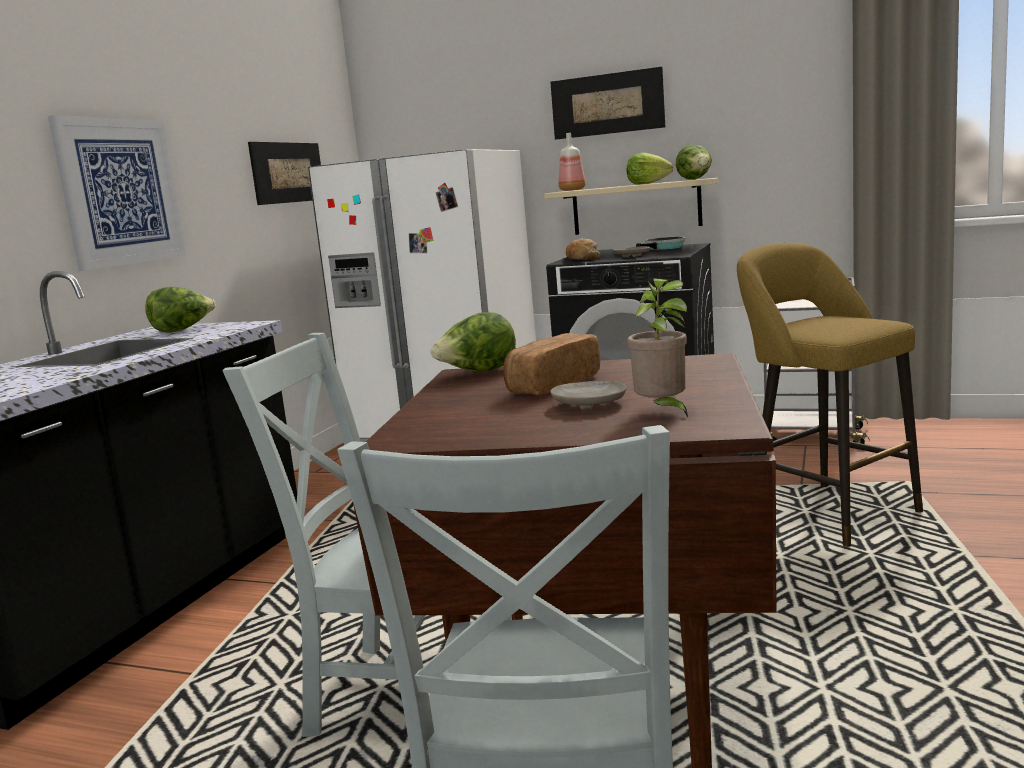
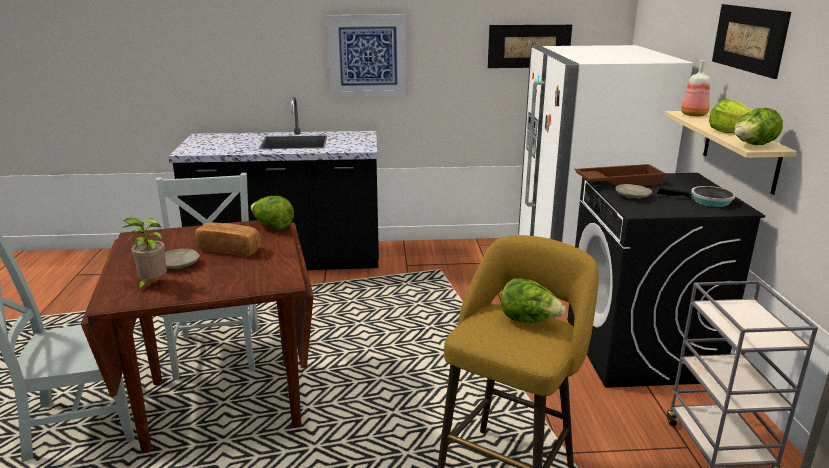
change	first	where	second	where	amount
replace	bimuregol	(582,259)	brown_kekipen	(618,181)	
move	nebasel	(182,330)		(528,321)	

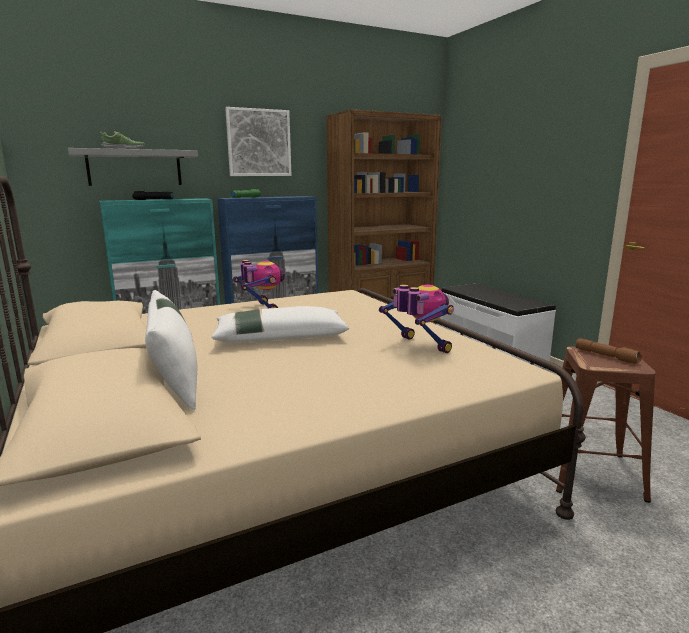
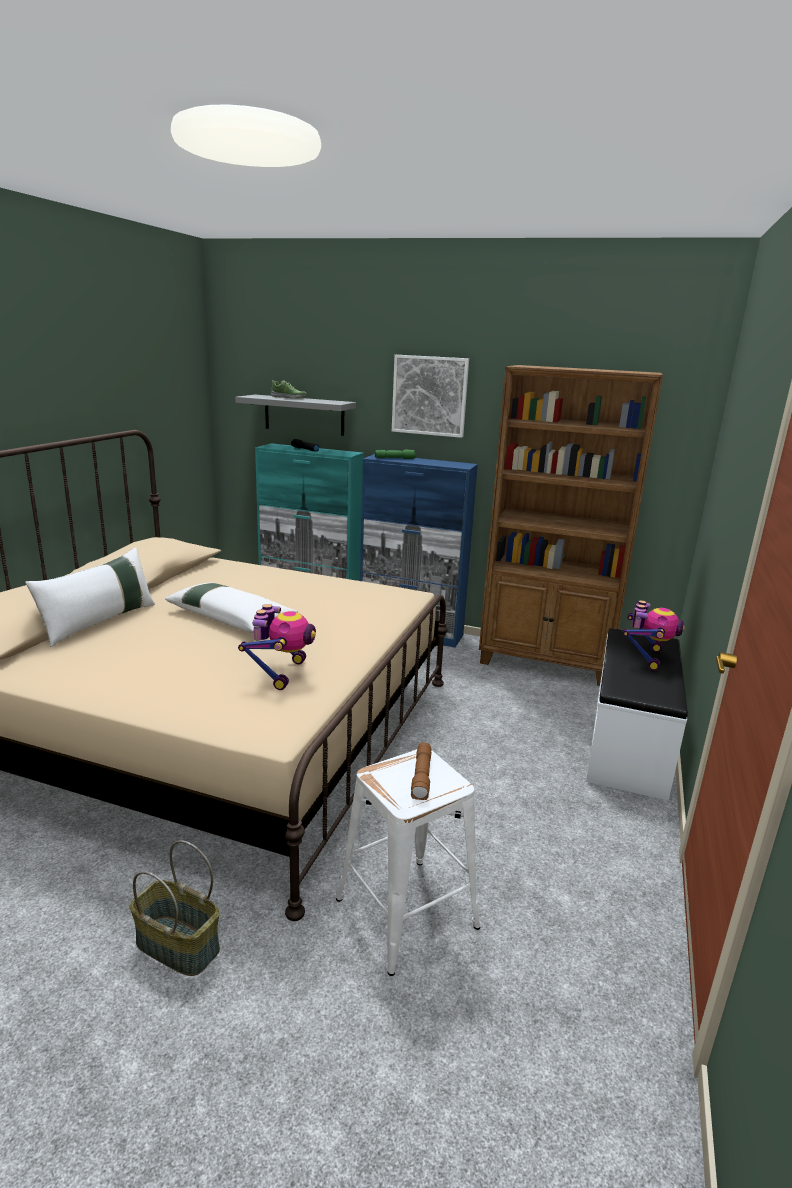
change	first	where	second	where	amount
move	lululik	(261,309)		(646,657)	
recolor	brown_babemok	(592,472)	white_babemok	(407,913)	
insert			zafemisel	(176,946)	

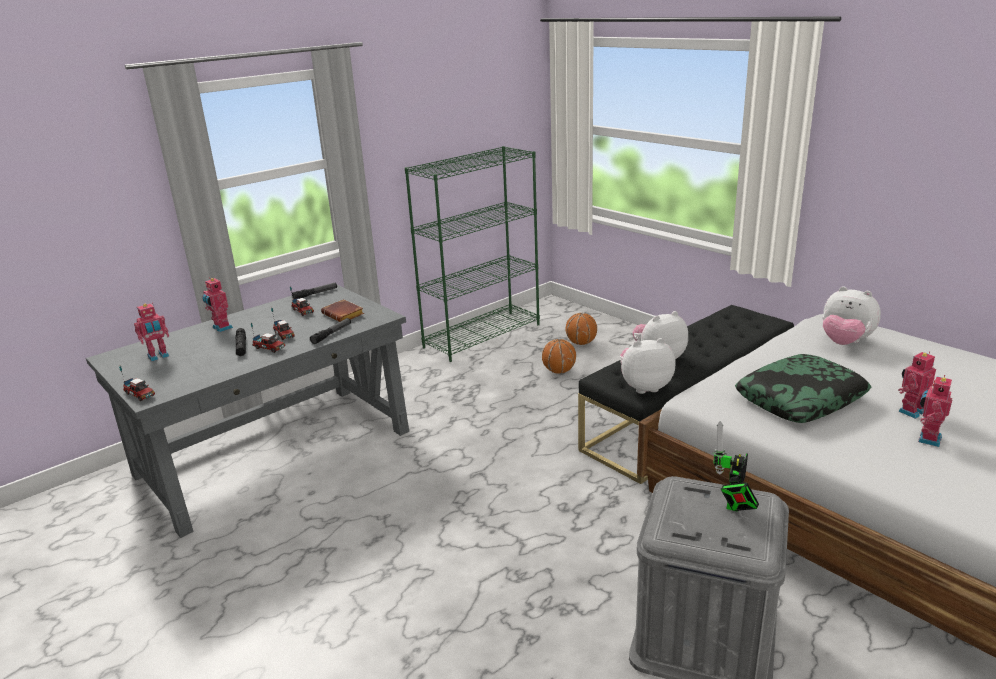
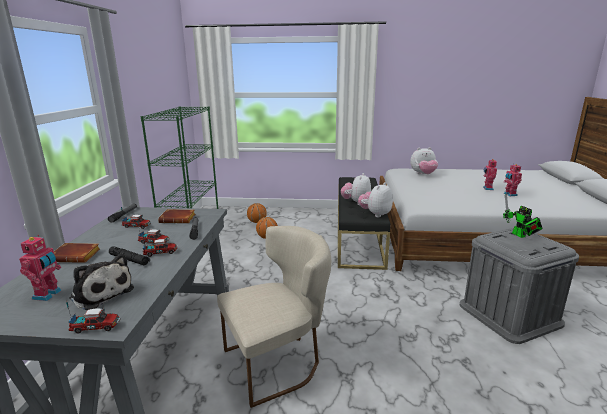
change	first	where	second	where	amount
replace	lululik	(221,328)	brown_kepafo	(77,256)	
delete	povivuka	(800,399)			
insert			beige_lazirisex	(278,361)	
insert			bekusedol	(101,293)	

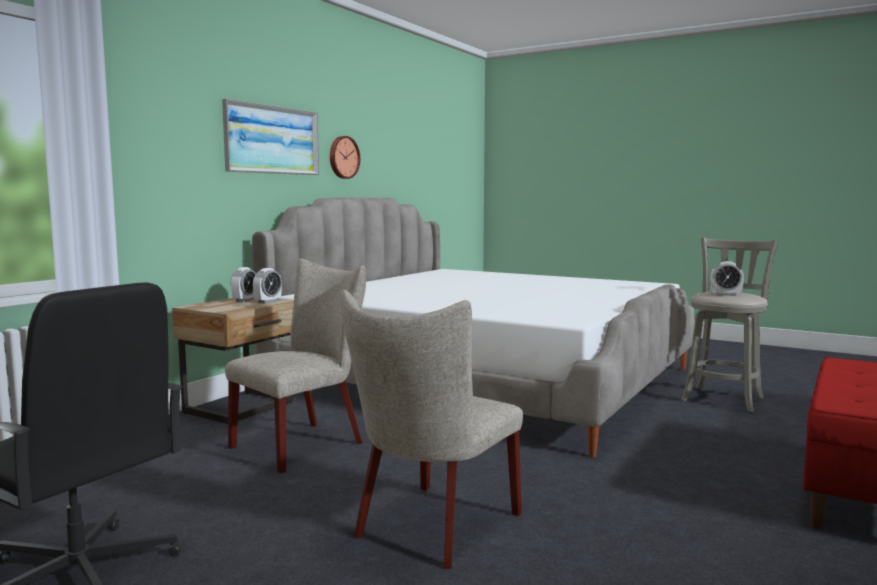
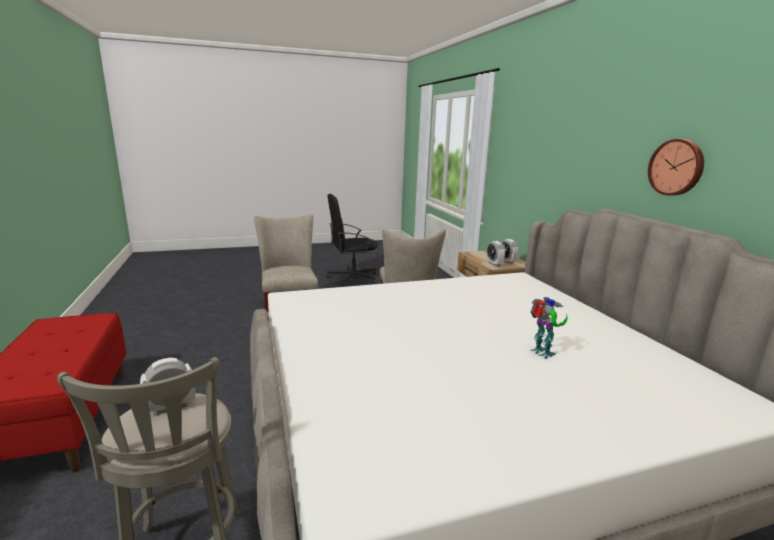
change	first	where	second	where	amount
delete	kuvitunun	(272,140)			
insert			lululik	(542,353)	

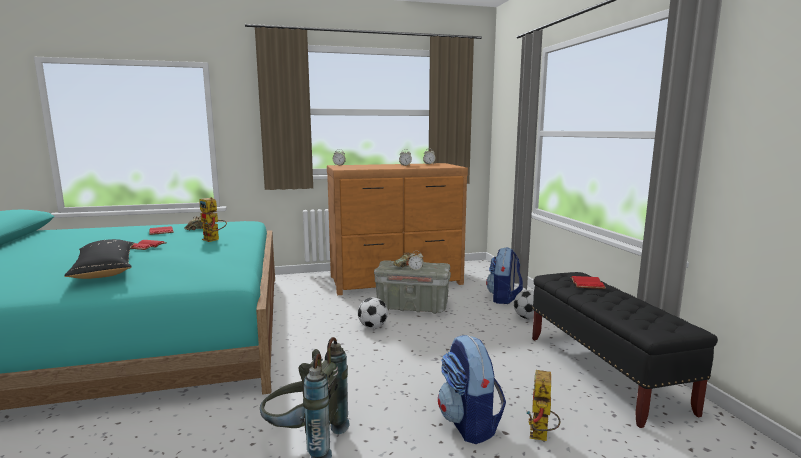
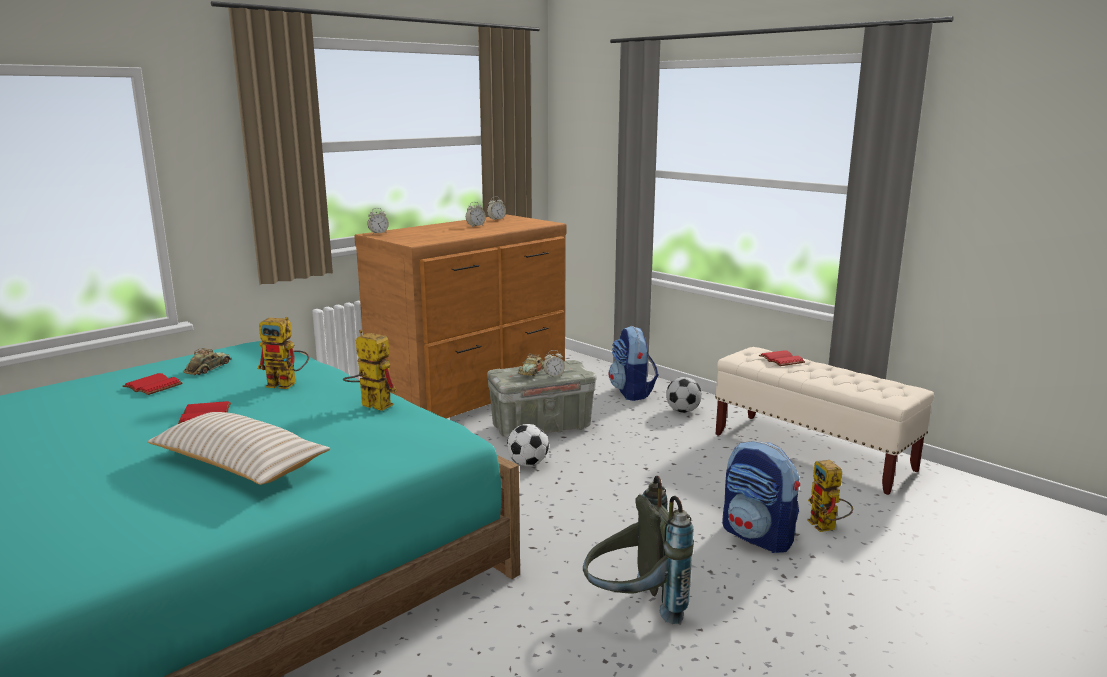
change	first	where	second	where	amount
recolor	black_povivuka	(105,269)	beige_povivuka	(239,464)	
recolor	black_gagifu	(604,372)	beige_gagifu	(812,452)	
insert			lululik	(370,405)	

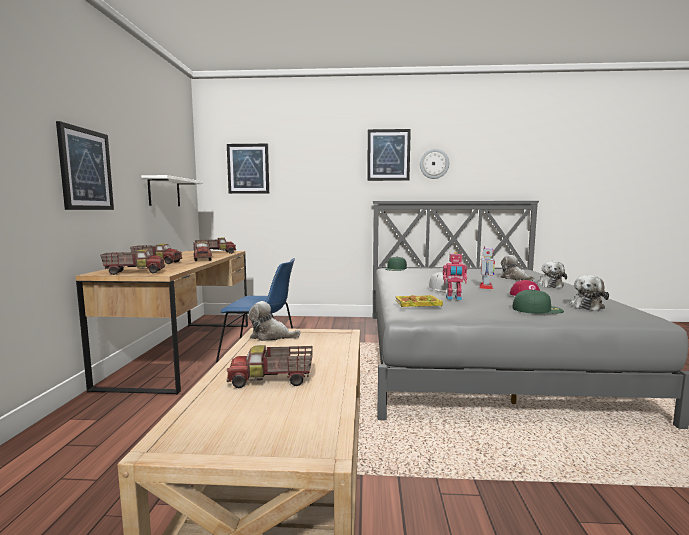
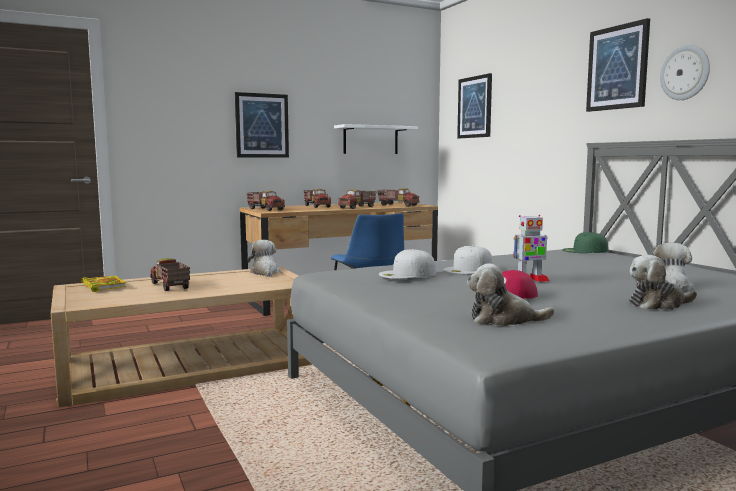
change	first	where	second	where	amount
replace	lululik	(454,298)	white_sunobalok	(407,274)	
delete	green_sunobalok	(537,309)			
move	kepafo	(416,304)		(103,286)	

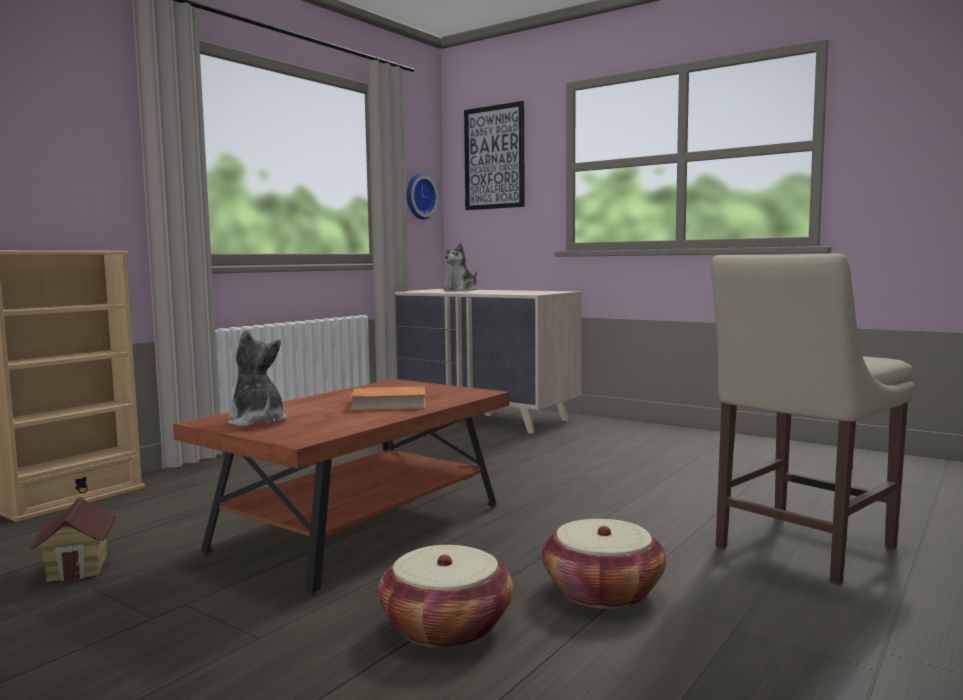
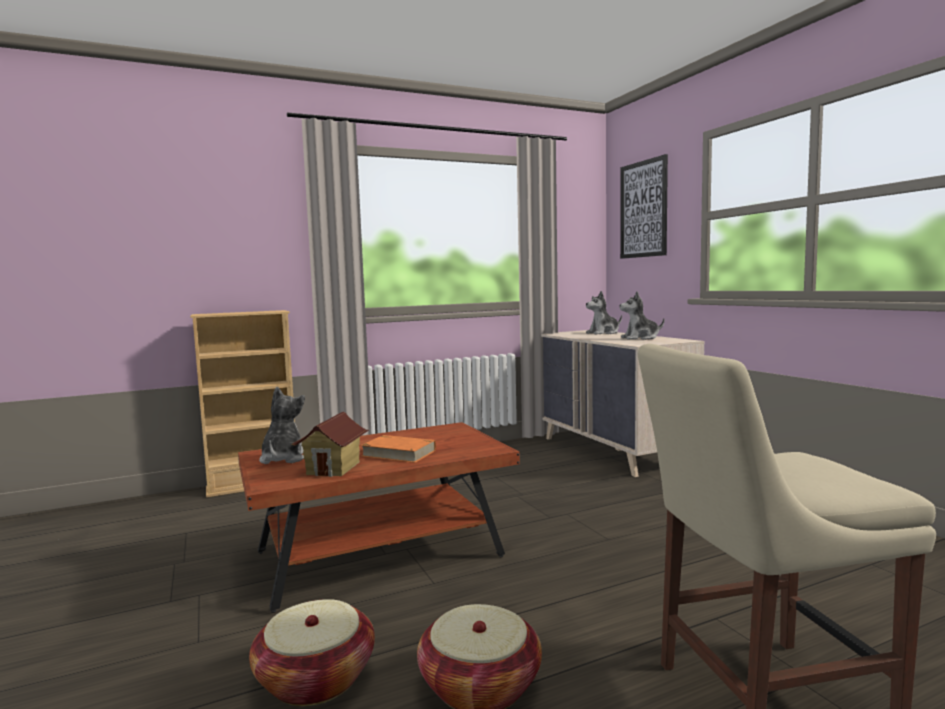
change	first	where	second	where	amount
delete	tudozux	(418,196)			
move	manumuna	(78,568)		(334,468)	
insert			bekusedol	(640,338)	

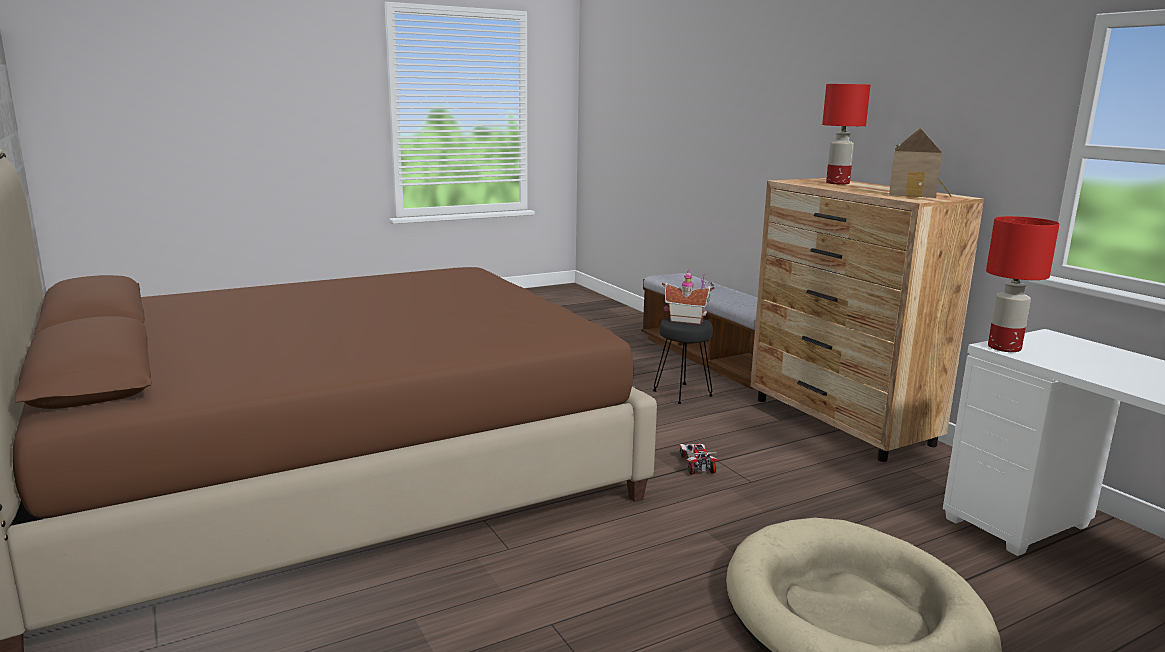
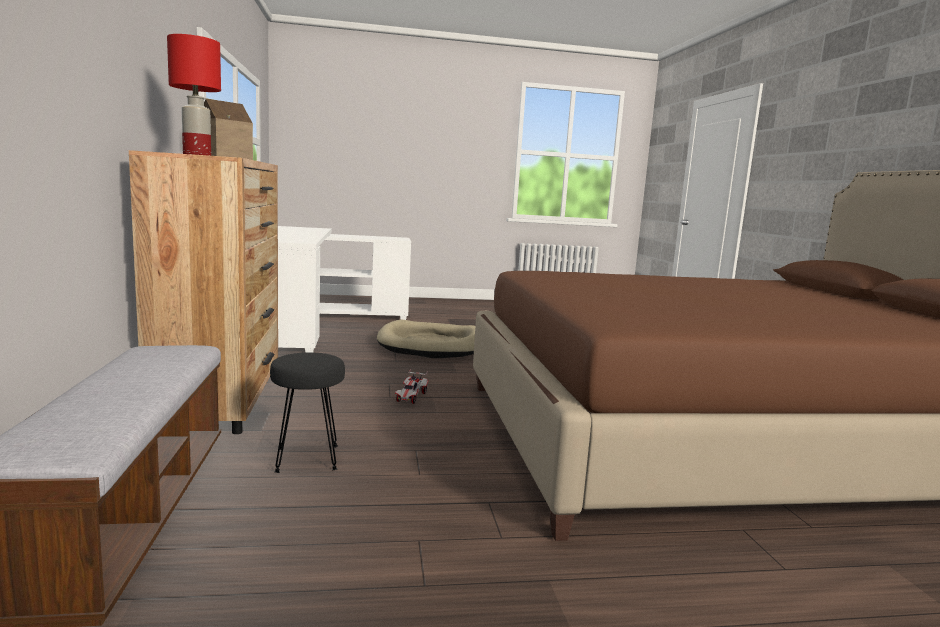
change	first	where	second	where	amount
delete	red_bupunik	(1005,348)			
delete	manumuna	(686,320)			

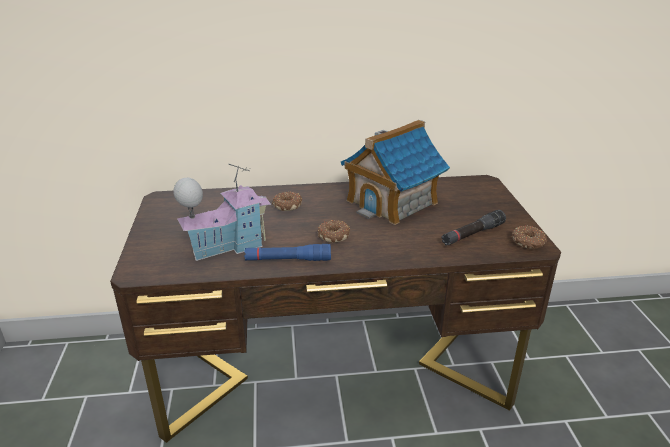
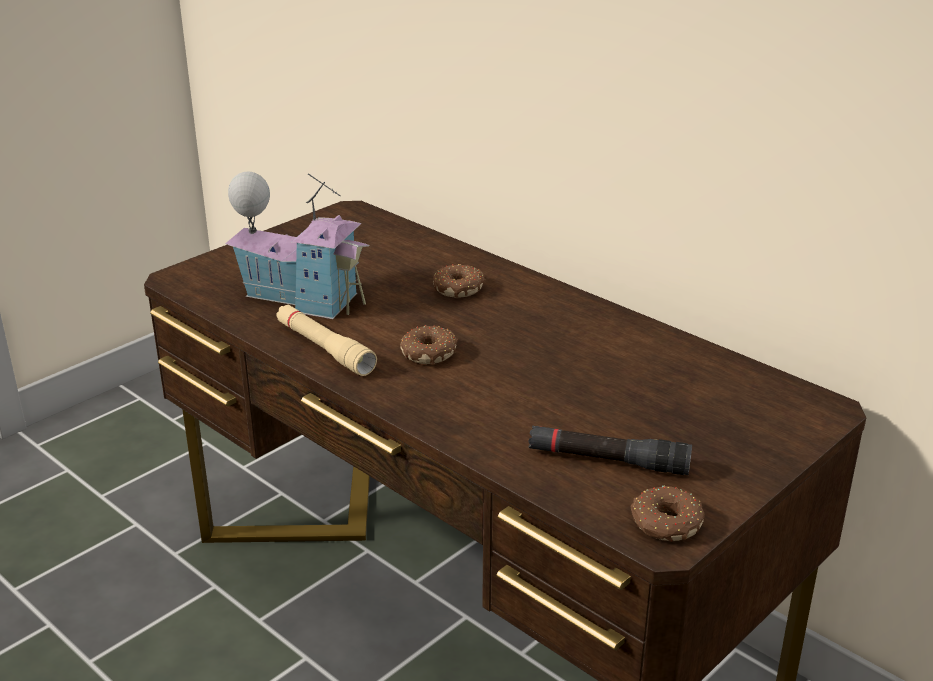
change	first	where	second	where	amount
delete	manumuna	(392,202)			
recolor	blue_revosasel	(288,260)	beige_revosasel	(324,349)	

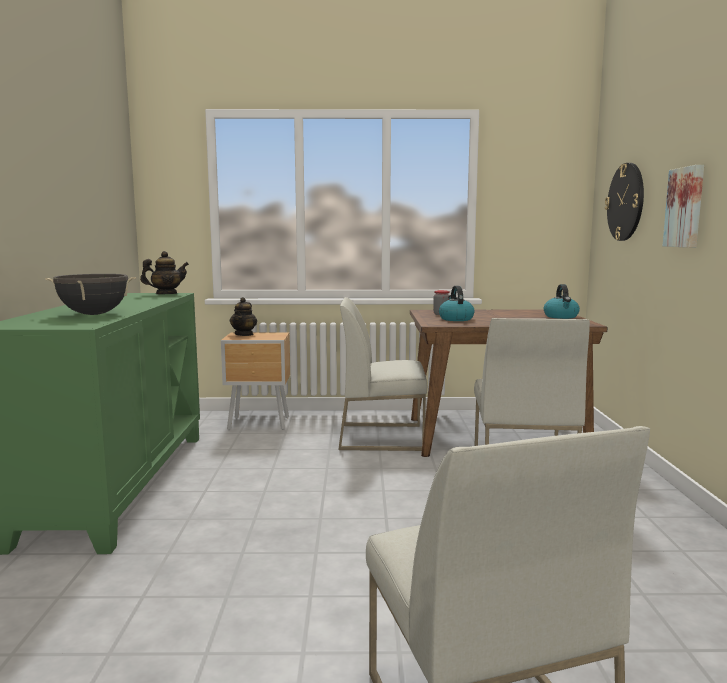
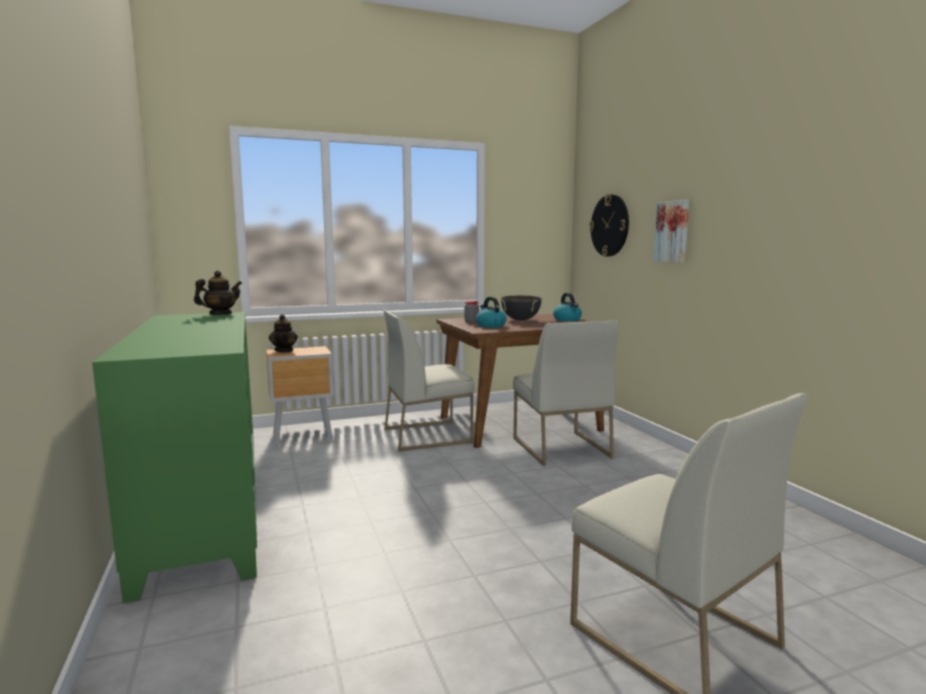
change	first	where	second	where	amount
move	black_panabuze	(93,314)		(520,320)	

